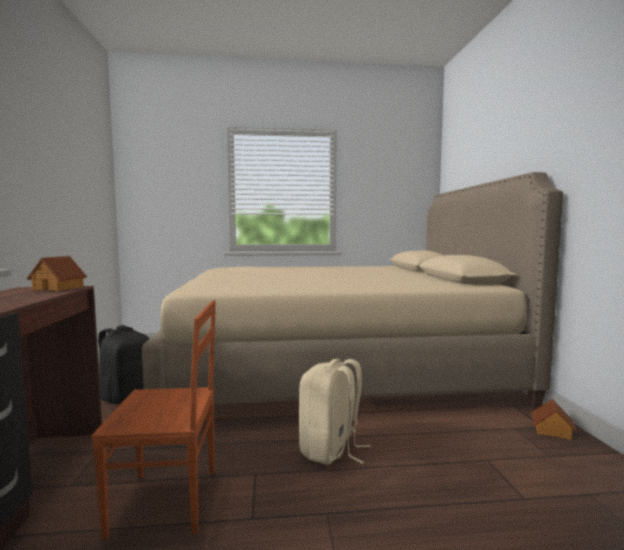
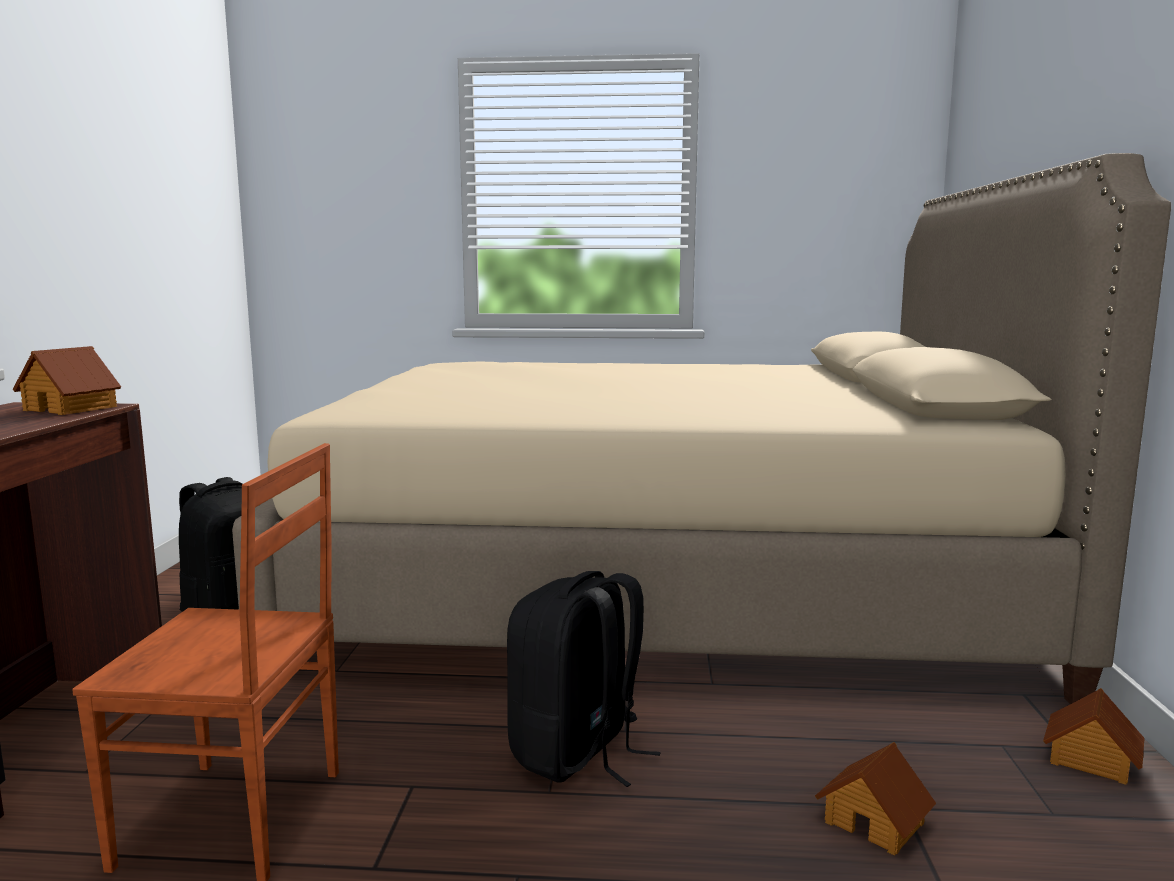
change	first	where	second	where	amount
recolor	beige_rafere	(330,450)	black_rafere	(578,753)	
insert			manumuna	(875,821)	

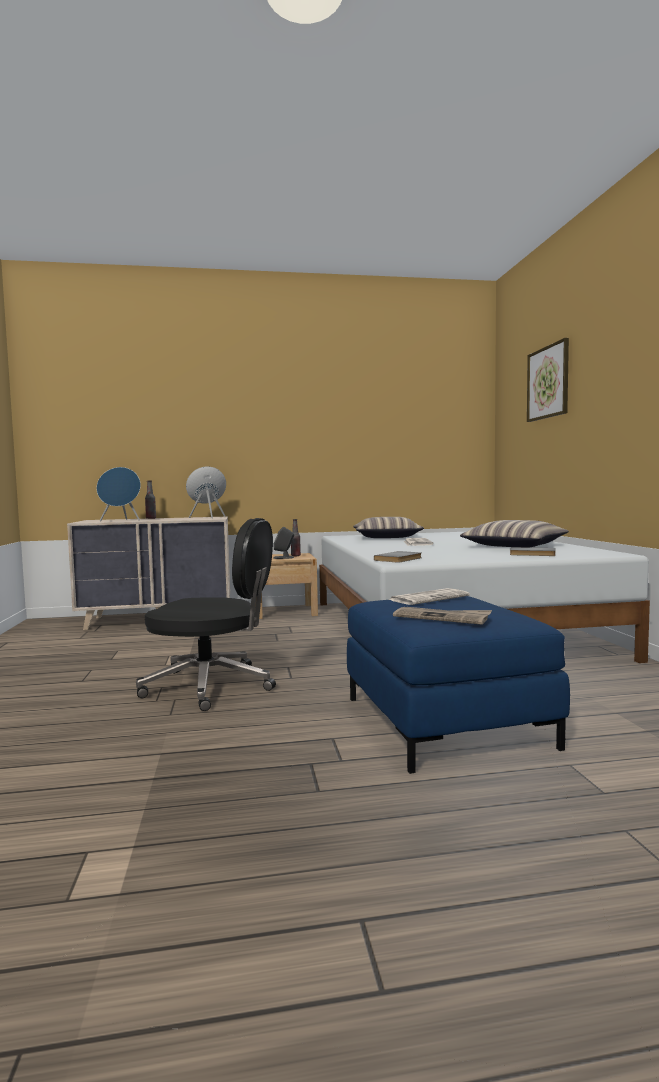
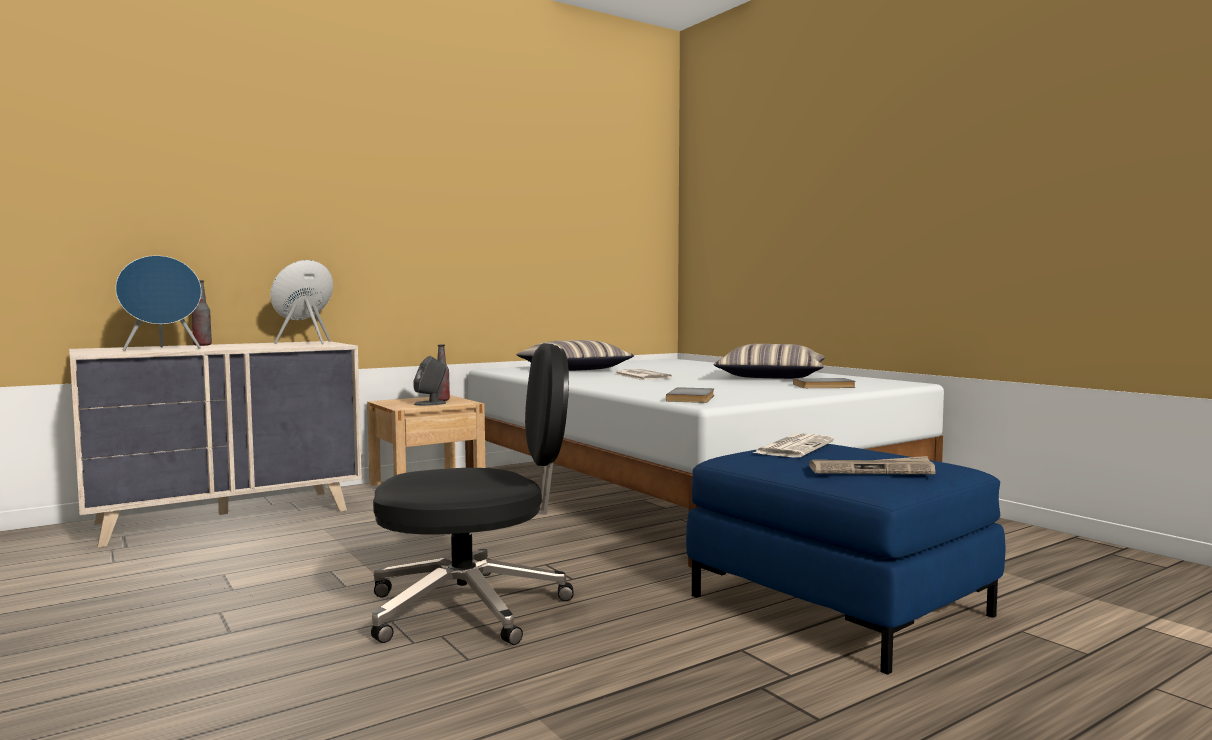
change	first	where	second	where	amount
delete	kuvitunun	(548,382)			

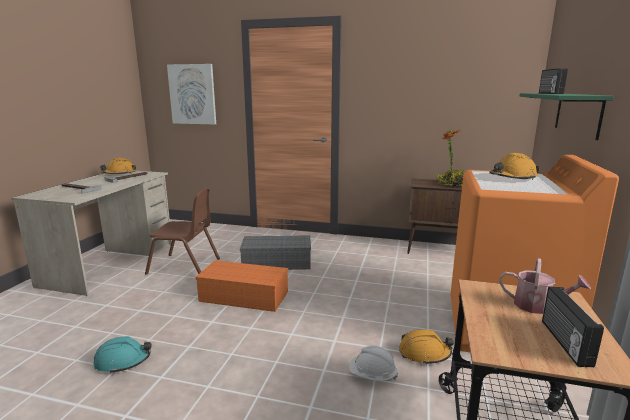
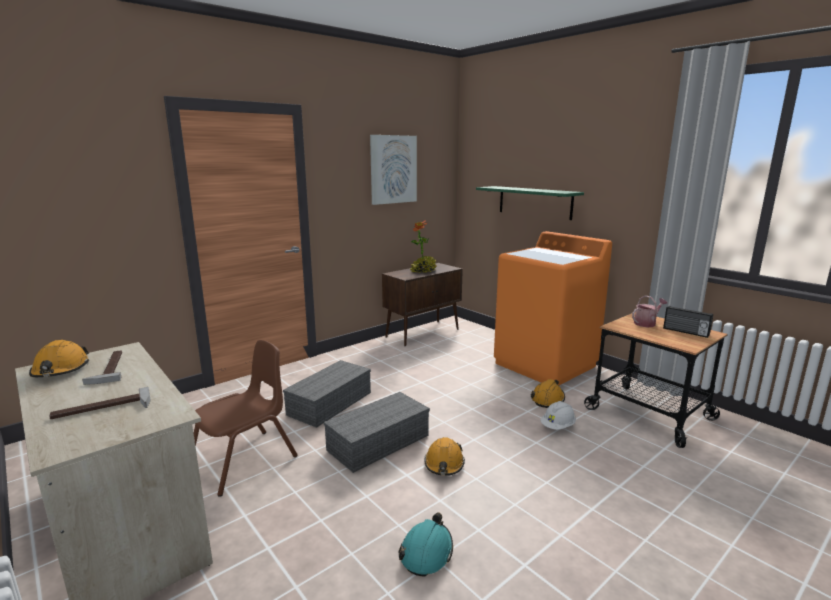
change	first	where	second	where	amount
move	kuvitunun	(192,94)		(393,169)	
delete	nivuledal	(549,93)			
move	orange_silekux	(512,178)		(444,464)	
recolor	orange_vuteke	(245,296)	grey_vuteke	(379,441)	

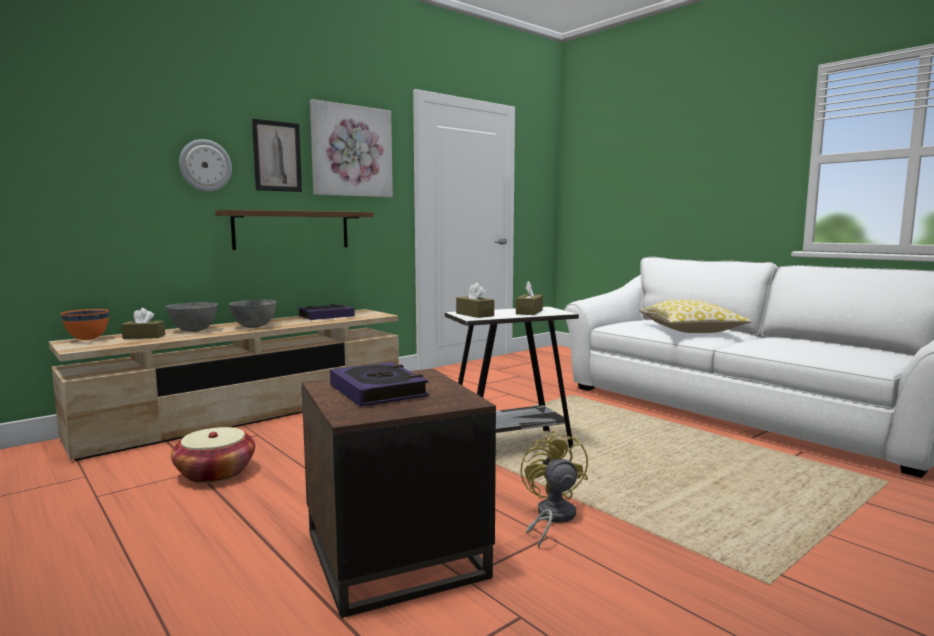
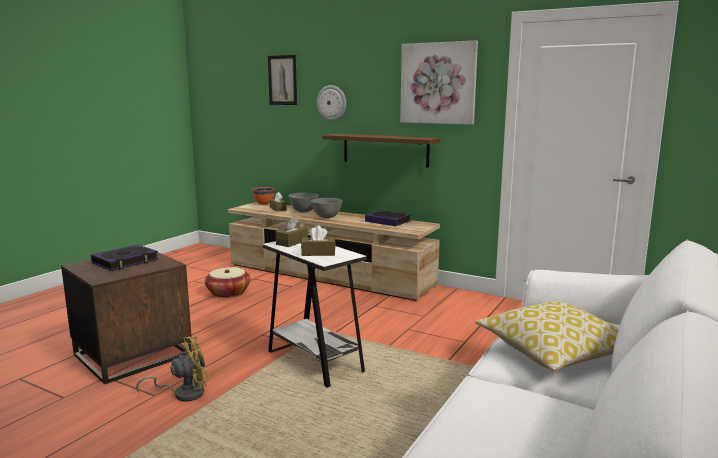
change	first	where	second	where	amount
move	kuvitunun	(277,156)		(282,80)	

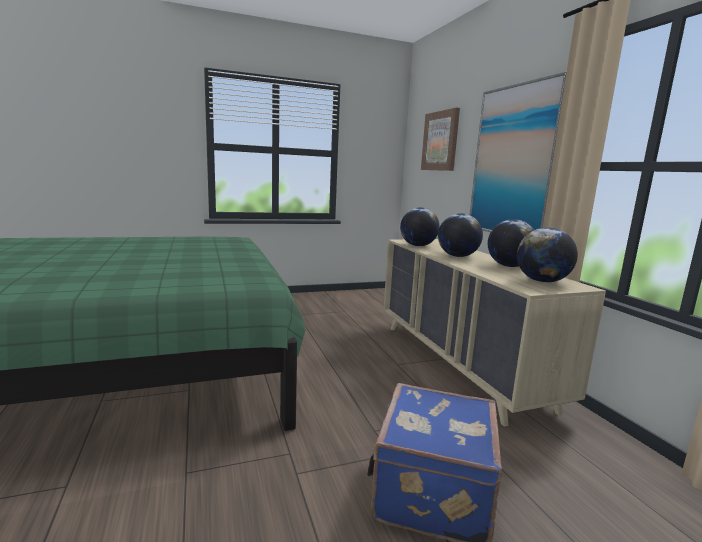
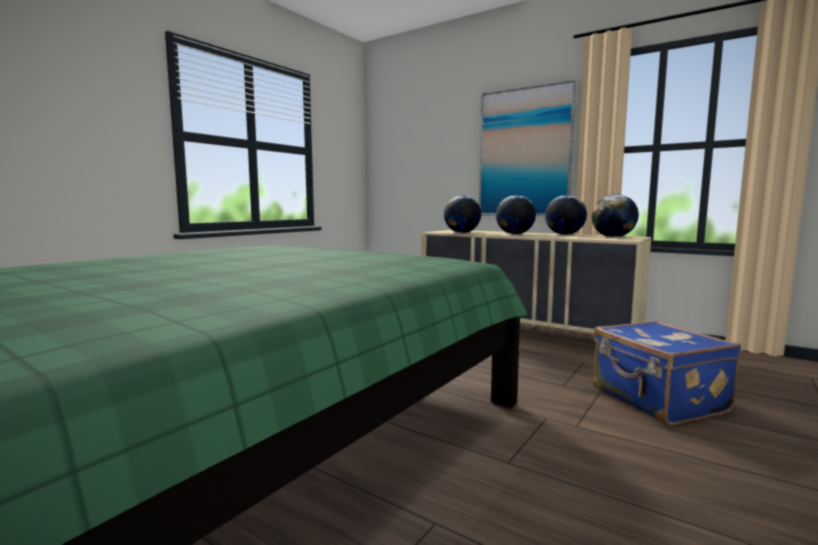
change	first	where	second	where	amount
delete	kuvitunun	(440,141)			

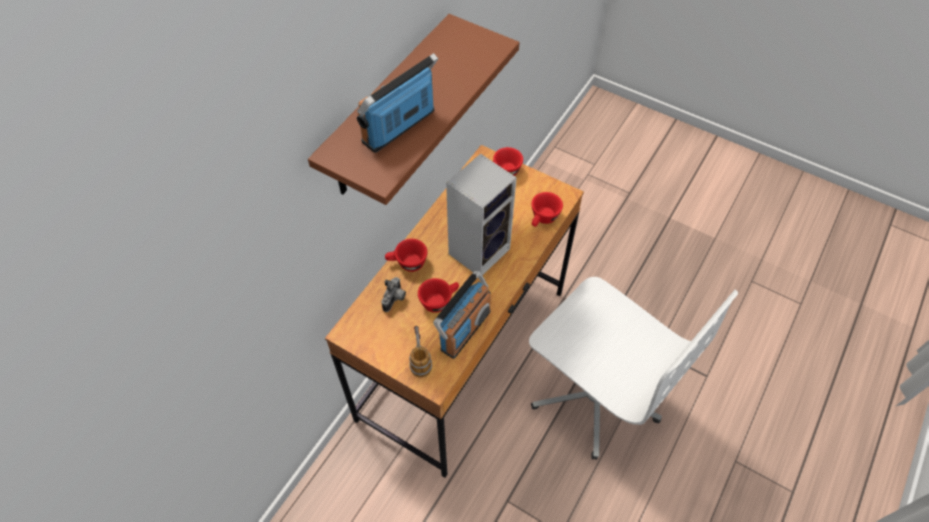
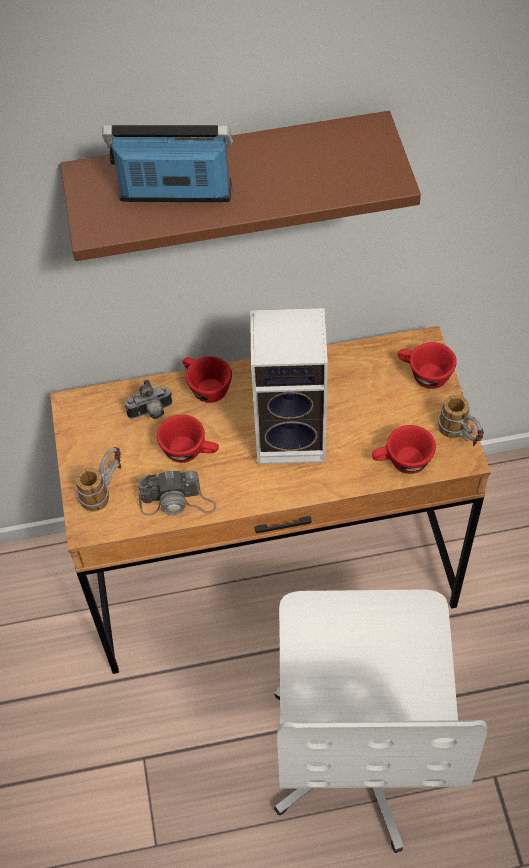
change	first	where	second	where	amount
replace	nivuledal	(464,330)	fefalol	(177,501)	
insert			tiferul	(460,436)	

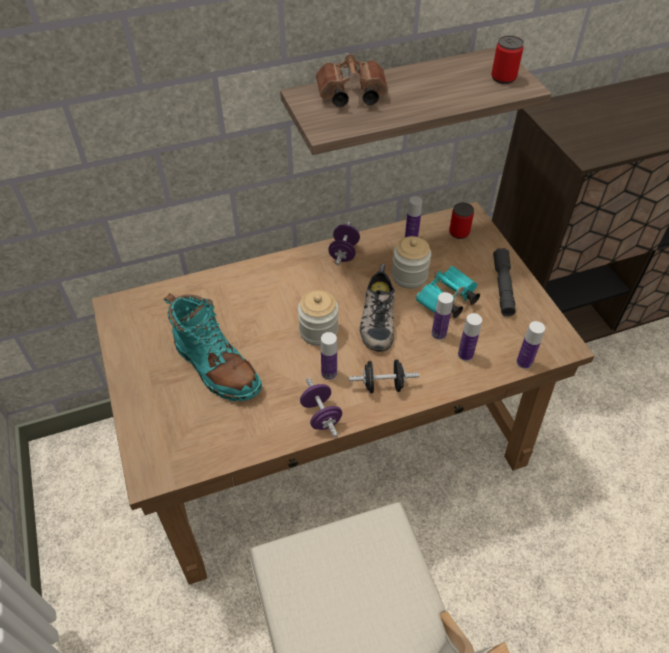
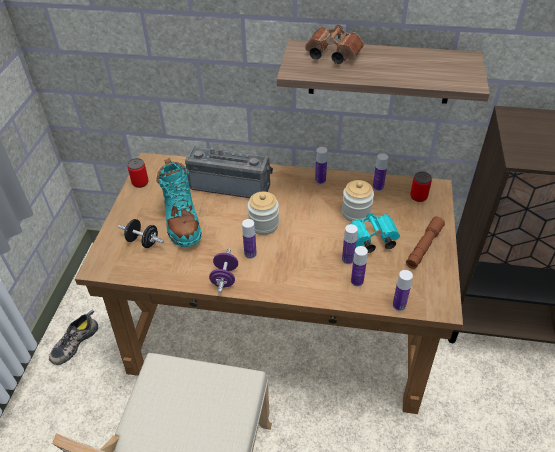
change	first	where	second	where	amount
move	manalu	(503,78)		(140,182)	
replace	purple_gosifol	(344,253)	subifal	(320,181)	
recolor	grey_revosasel	(503,287)	brown_revosasel	(424,246)	
move	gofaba	(376,318)		(74,342)	
move	black_gosifol	(383,385)		(143,241)	
insert			nivuledal	(231,185)	

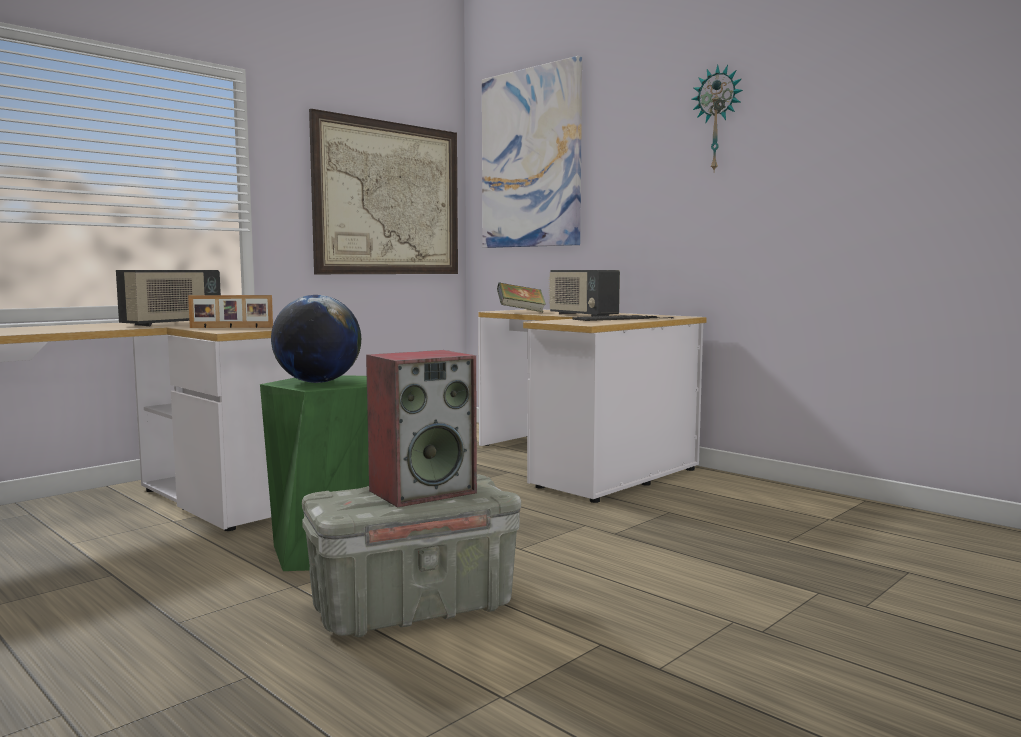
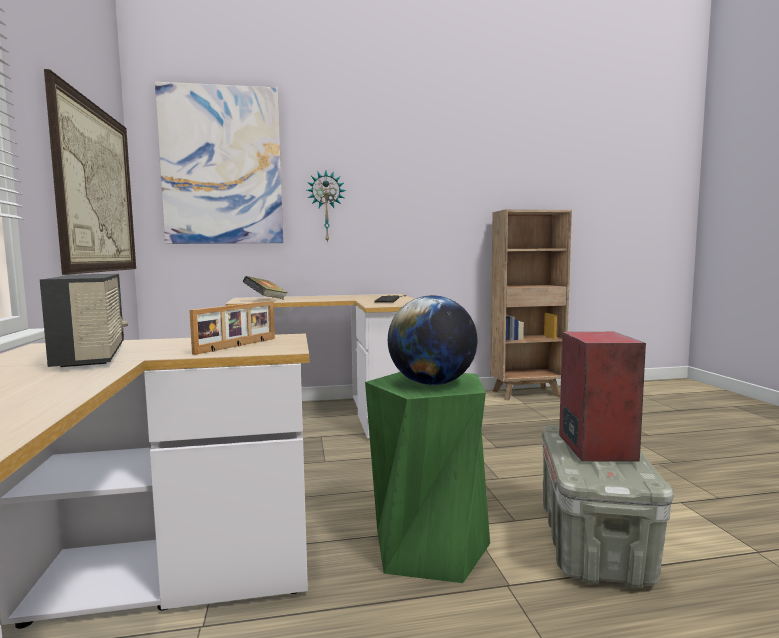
change	first	where	second	where	amount
move	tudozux	(718,119)		(326,207)	
delete	nivuledal	(582,315)			
insert			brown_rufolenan	(527,393)	

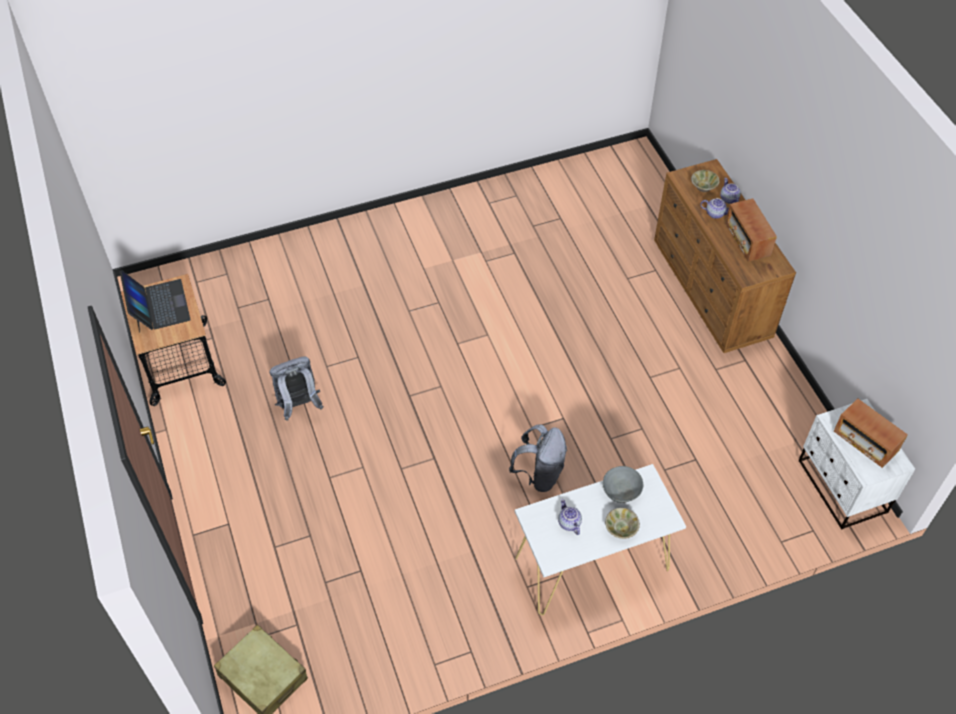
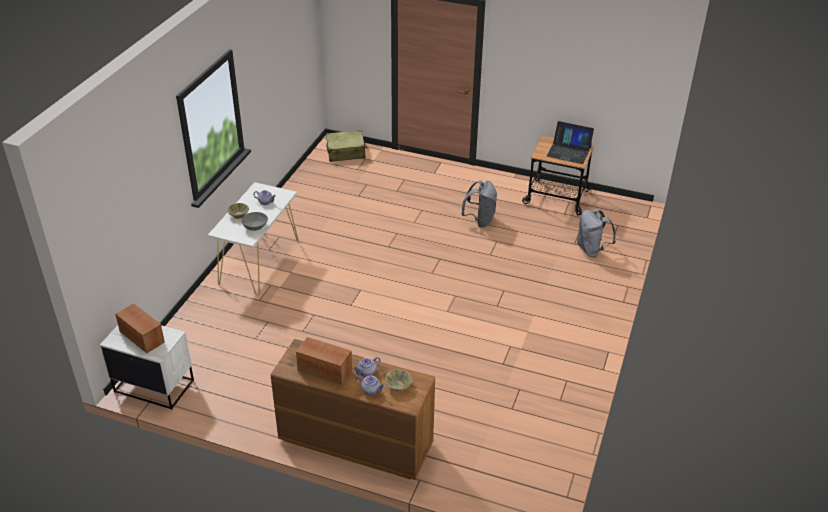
change	first	where	second	where	amount
rotate	nivuledal	(865,442)		(142,337)	45 degrees clockwise
move	grey_rafere	(540,474)		(591,250)	

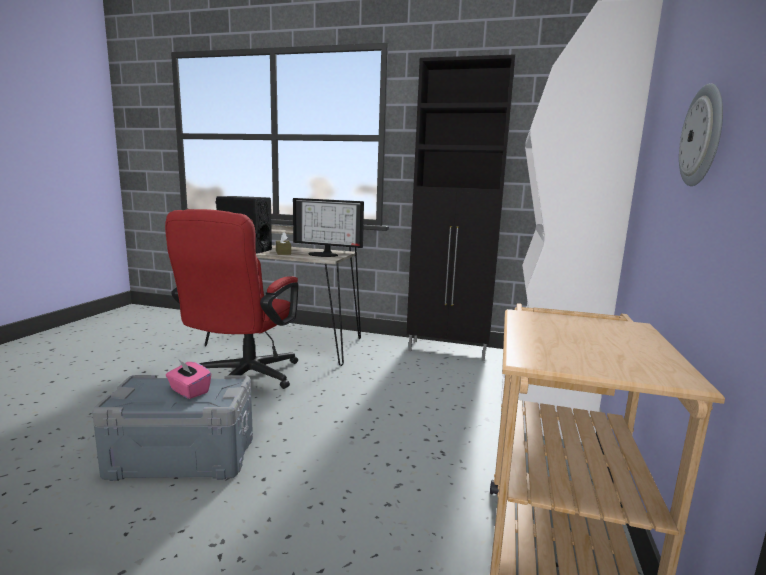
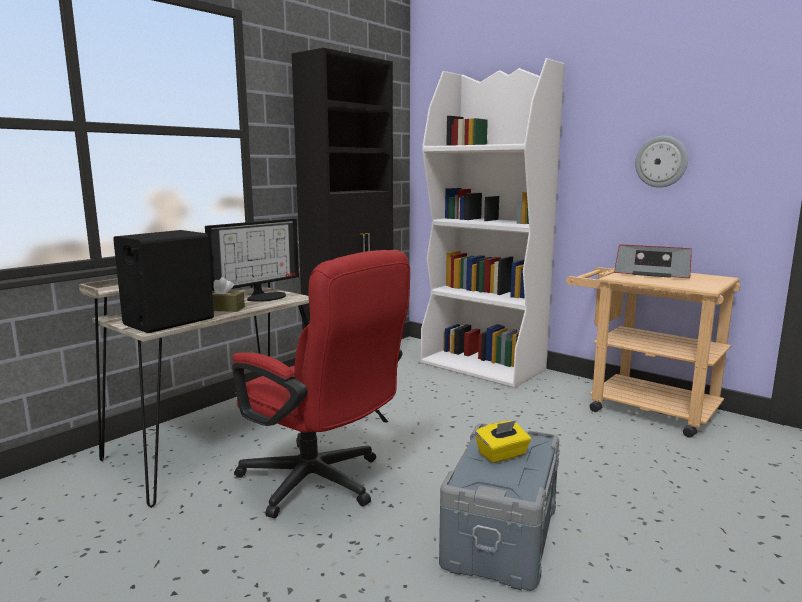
change	first	where	second	where	amount
recolor	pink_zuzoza	(189,391)	yellow_zuzoza	(502,455)	
insert			nivuledal	(652,273)	

